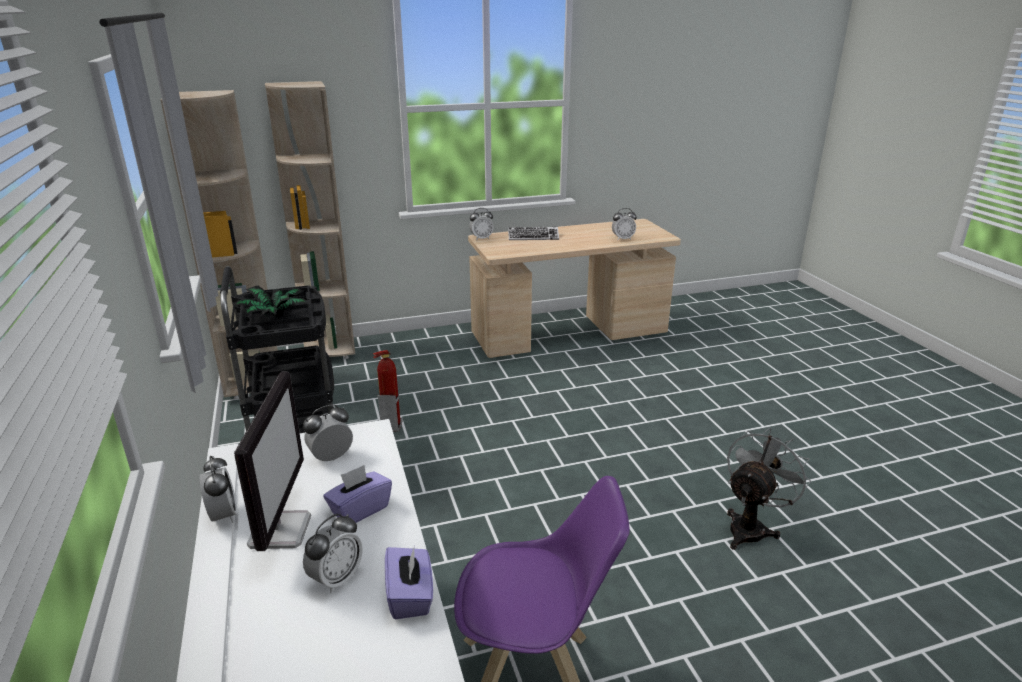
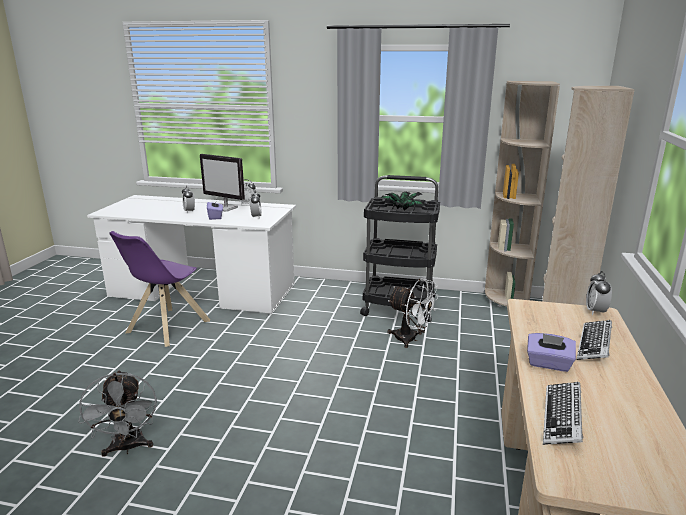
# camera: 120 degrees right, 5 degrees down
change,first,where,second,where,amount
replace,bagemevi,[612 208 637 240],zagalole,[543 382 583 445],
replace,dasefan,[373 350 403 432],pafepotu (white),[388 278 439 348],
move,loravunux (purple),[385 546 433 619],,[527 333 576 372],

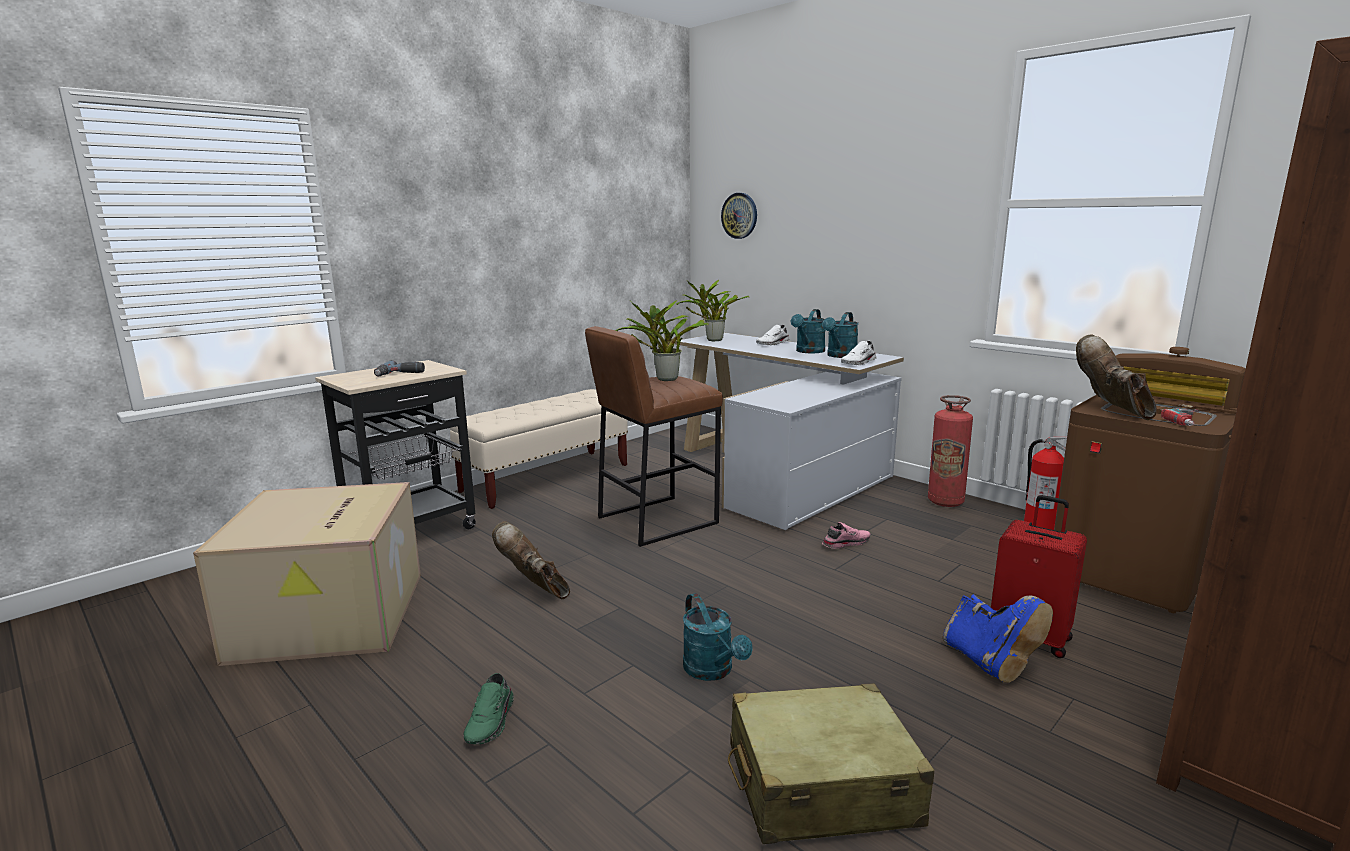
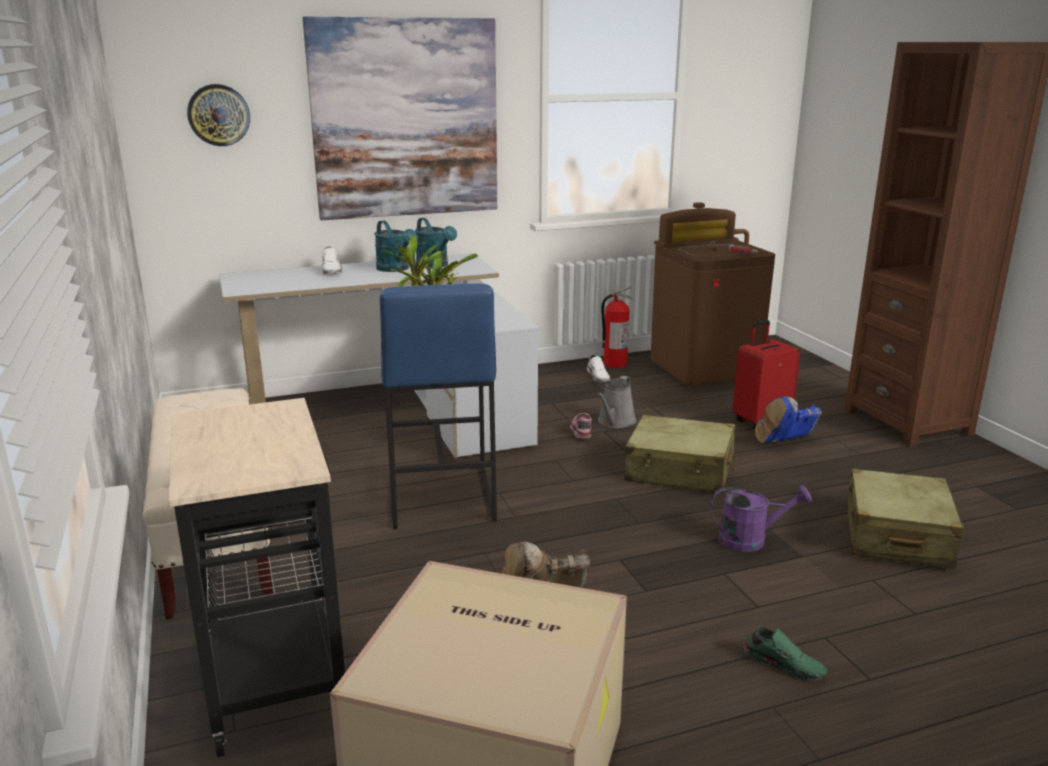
# camera: 65 degrees left, 5 degrees up
change,first,where,second,where,amount
delete,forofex,[676 280 750 341],,,
recolor,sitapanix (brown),[585 326 723 547],sitapanix (blue),[380 284 497 529],
delete,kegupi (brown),[1076 334 1157 420],,,
move,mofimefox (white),[841 341 877 365],,[587 354 611 382],
delete,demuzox,[374 360 425 377],,,
delete,dasefan,[928 395 973 507],,,
recolor,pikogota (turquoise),[683 593 752 681],pikogota (purple),[710 485 812 552],
rotate,kegupi (blue),[943 594 1053 683],,[755 397 822 443],150 degrees clockwise
insert,,,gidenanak,[303 17 497 220],
insert,,,pikogota (grey),[598 376 636 428],
insert,,,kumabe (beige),[625 415 736 493],

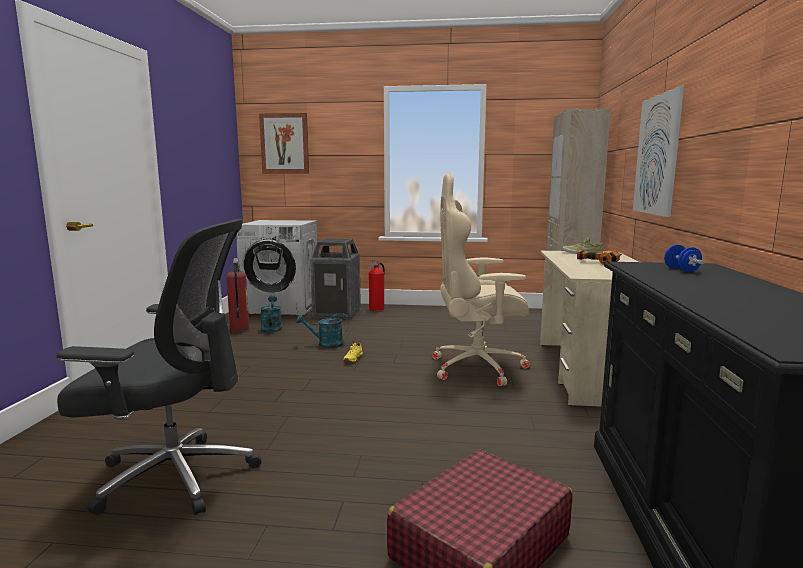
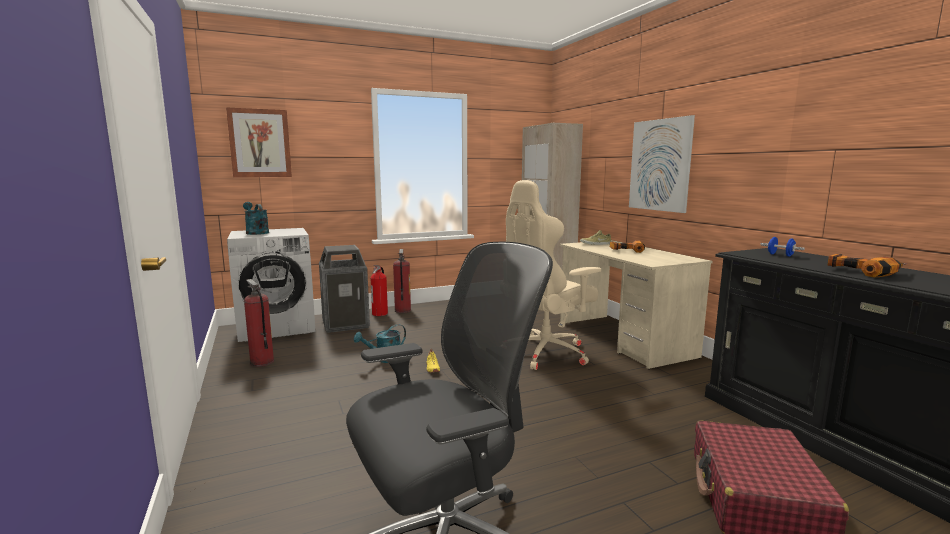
# camera: 30 degrees left, 0 degrees up
change,first,where,second,where,amount
move,pikogota (turquoise),[260 295 282 333],,[243 202 269 235],
insert,,,dasefan,[393 249 411 313],
insert,,,demuzox,[828 254 907 277],

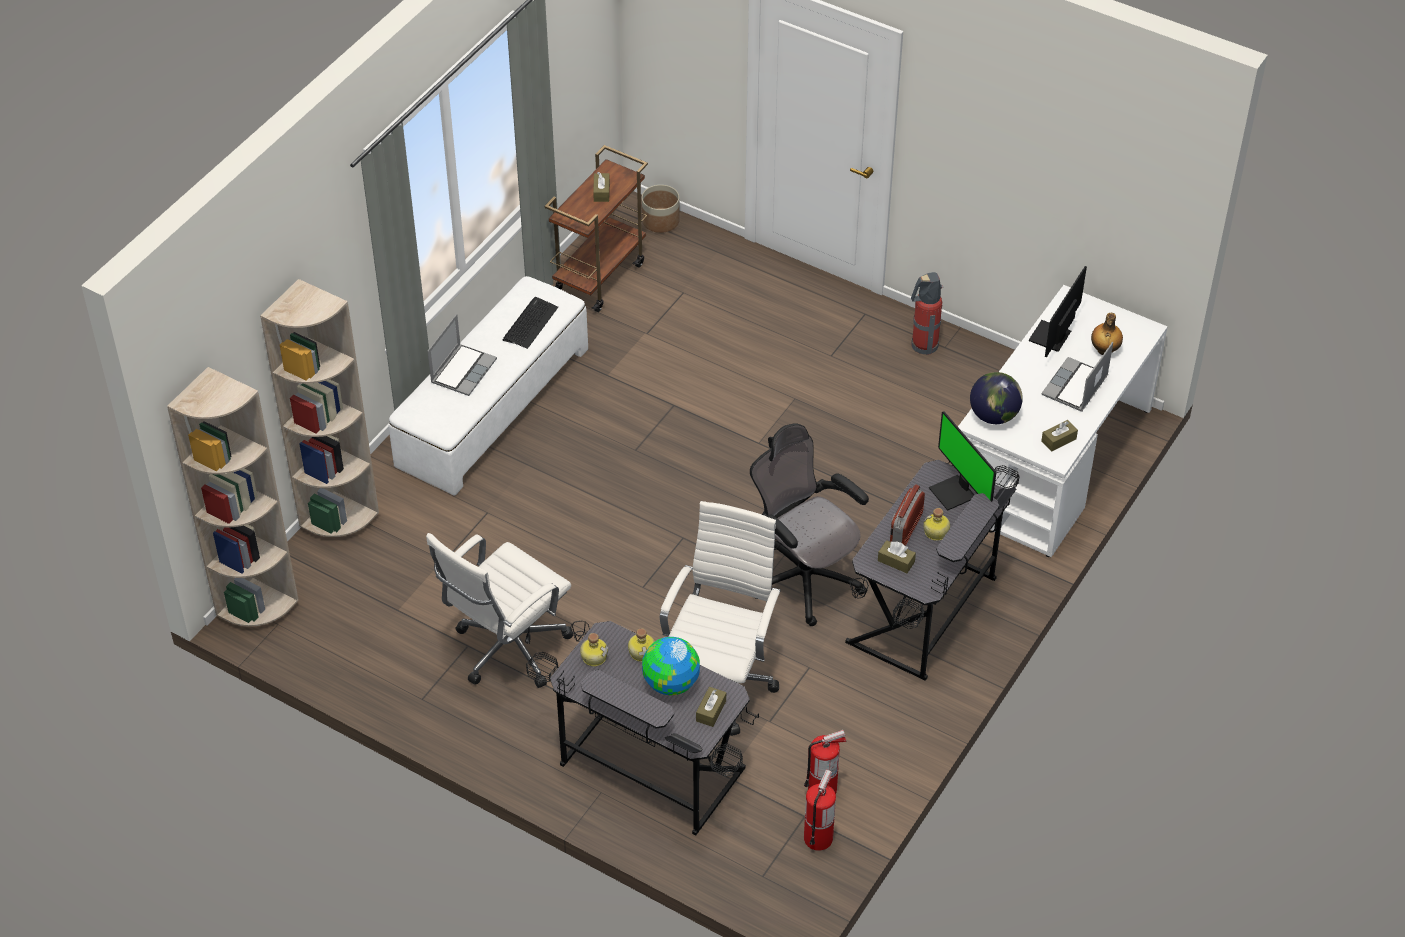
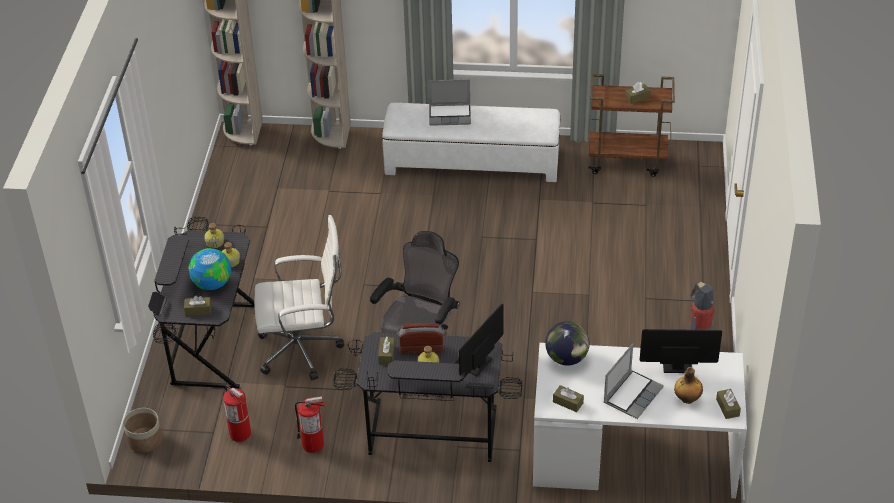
# camera: 65 degrees right, 5 degrees down
change,first,where,second,where,amount
move,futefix,[642 185 680 233],,[123 408 162 453],
delete,zagalole,[503 297 558 349],,,
rotate,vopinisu,[1041 342 1113 412],,[604 344 664 419],120 degrees clockwise
delete,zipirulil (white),[426 533 574 688],,,
move,dasefan,[804 770 836 851],,[295 396 325 453],
insert,,,loravunux (brown),[716 389 741 419],

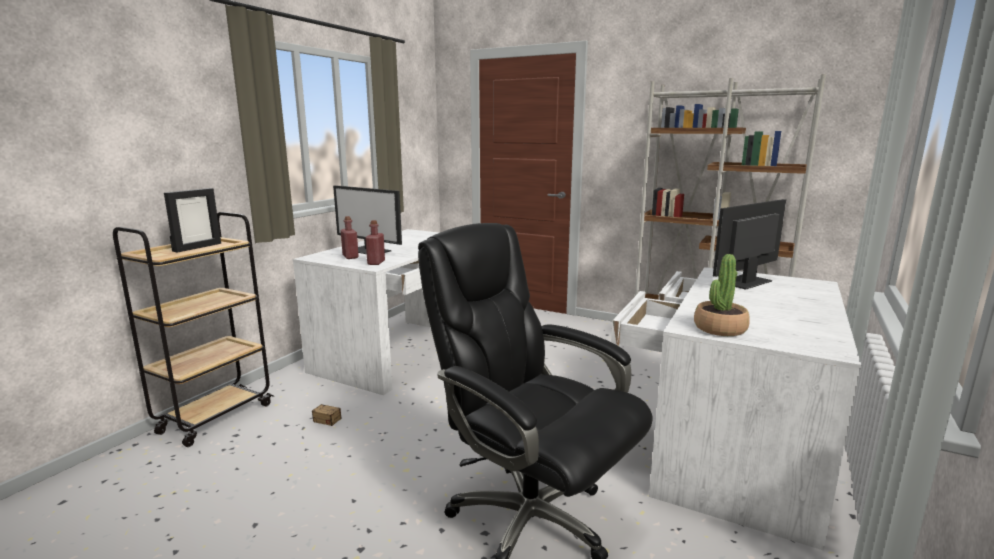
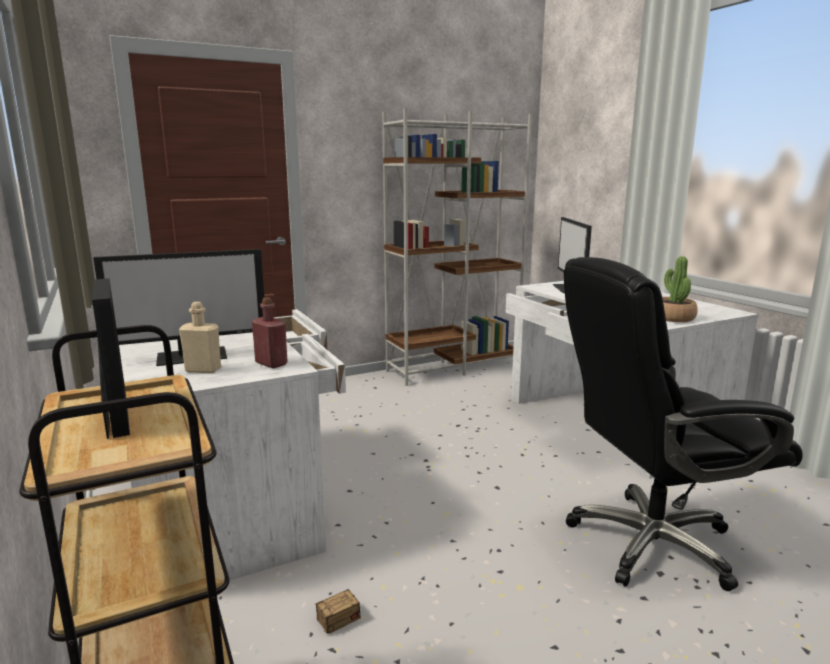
# camera: 55 degrees left, 0 degrees up
change,first,where,second,where,amount
recolor,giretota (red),[341 216 359 259],giretota (beige),[179 302 221 373],

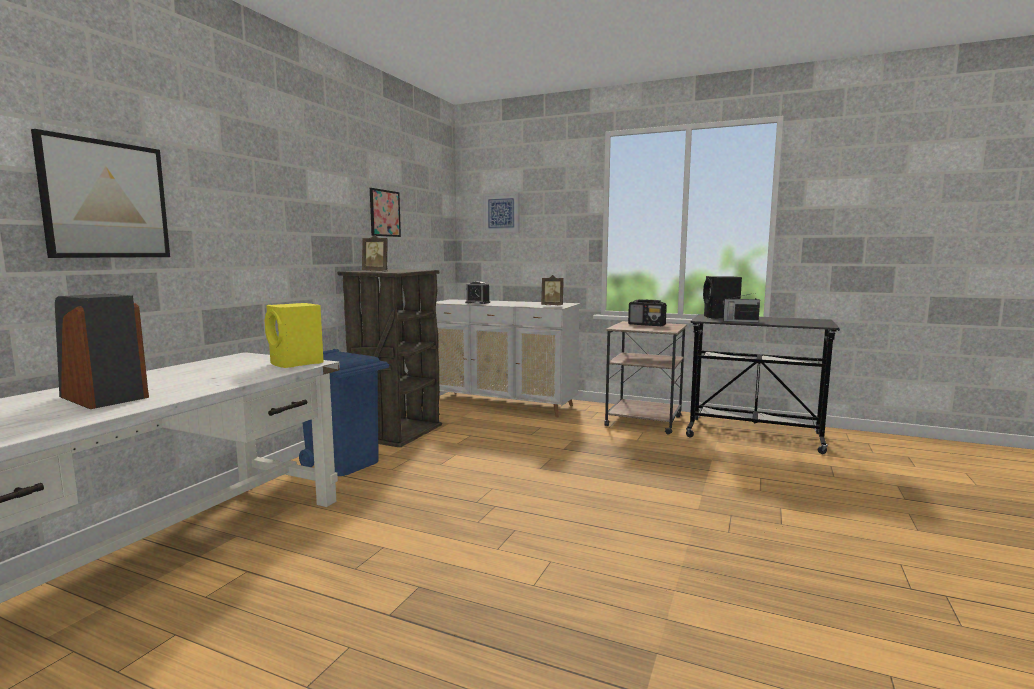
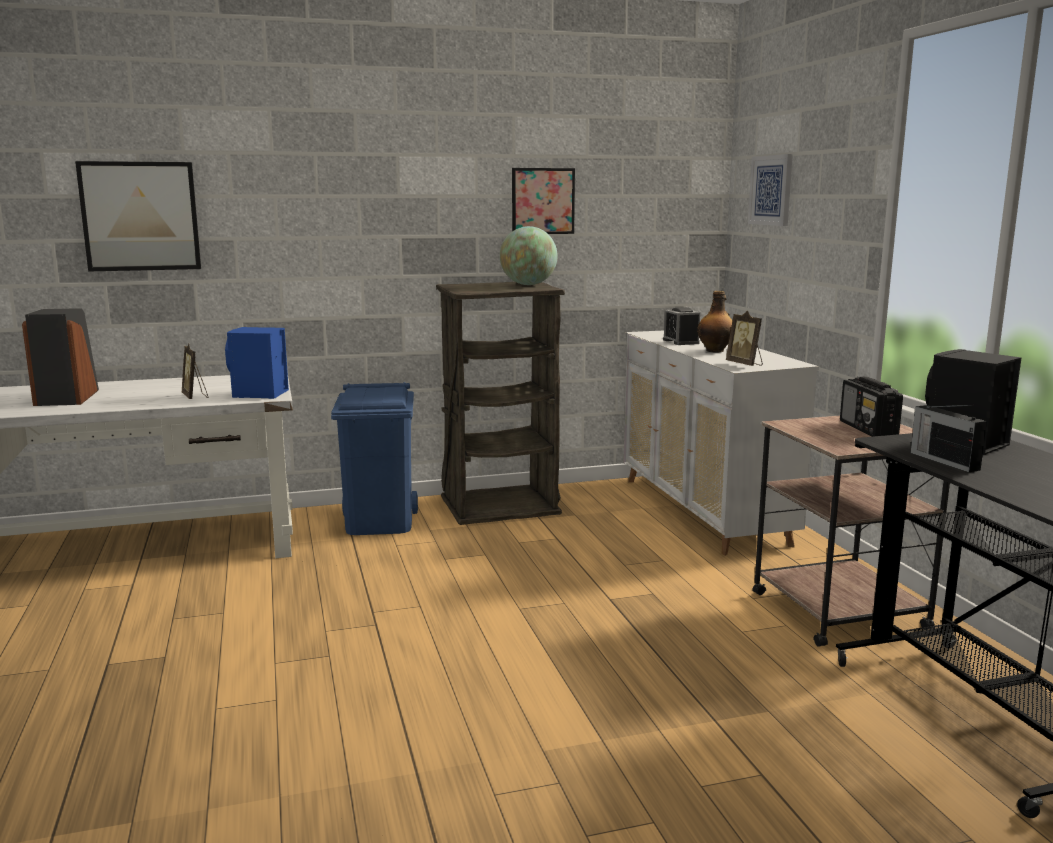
# camera: 50 degrees right, 5 degrees up
change,first,where,second,where,amount
move,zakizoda,[362 235 388 271],,[182 344 208 399],
recolor,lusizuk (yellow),[265 303 324 368],lusizuk (blue),[225 327 289 399],
insert,,,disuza,[500 226 558 285],
insert,,,giretota,[697 291 733 352],

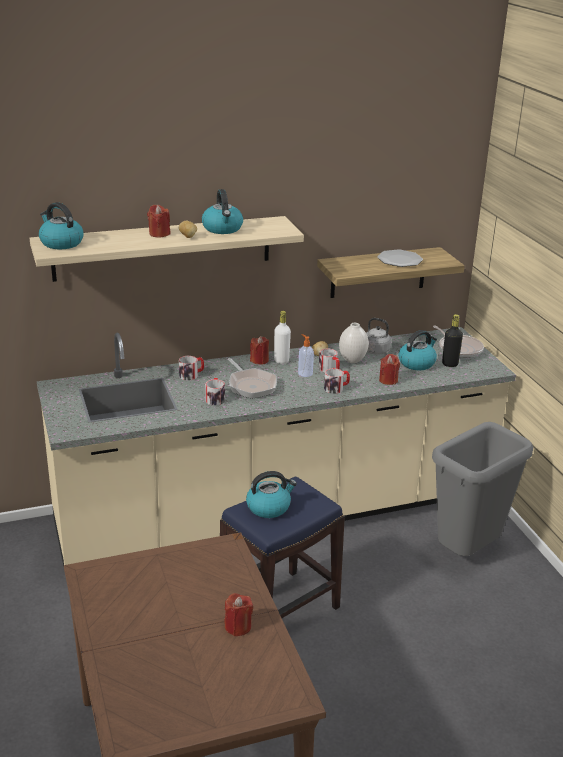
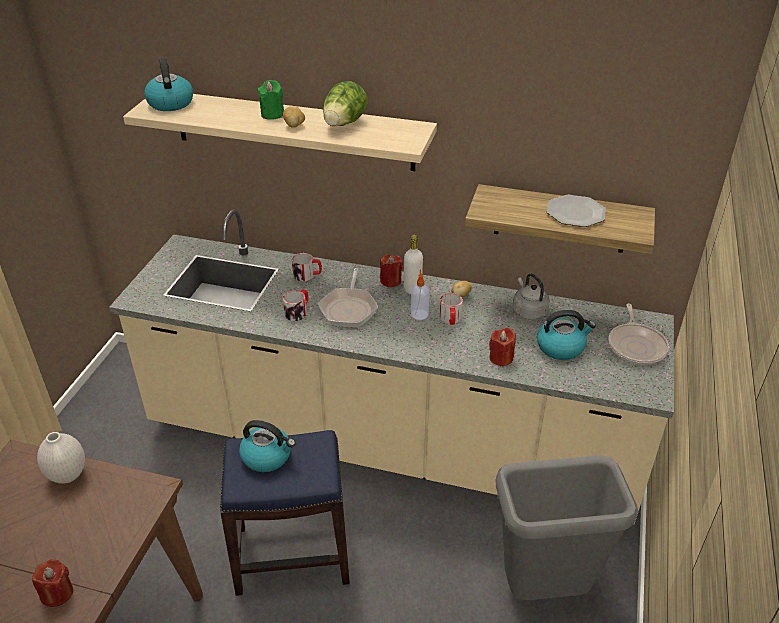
# camera: 35 degrees right, 10 degrees up
change,first,where,second,where,amount
replace,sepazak,[202 189 243 234],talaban,[323 81 368 126],
recolor,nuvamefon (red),[147 205 170 238],nuvamefon (green),[258 80 284 120],
delete,giretota (black),[442 314 463 367],,,
move,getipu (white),[339 323 369 363],,[37 432 85 484],
delete,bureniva,[324 368 350 394],,,

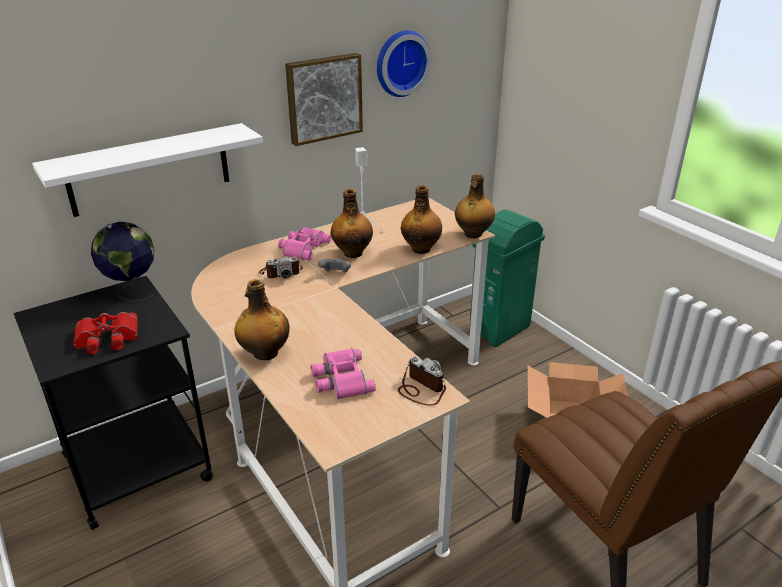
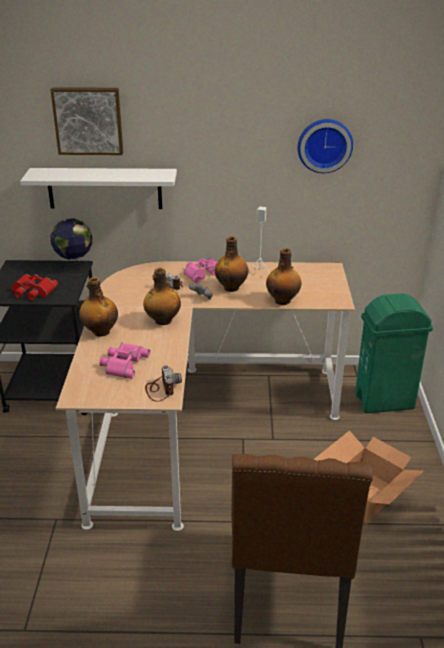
# camera: 35 degrees right, 0 degrees up
change,first,where,second,where,amount
move,gidenanak,[285 53 363 146],,[50 87 123 155],
move,giretota,[455 174 495 238],,[143 268 181 325],

